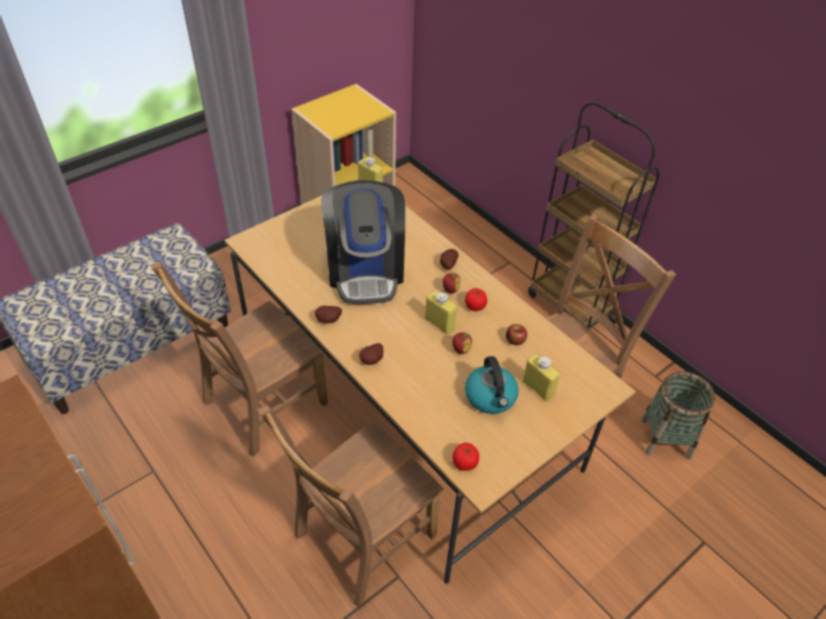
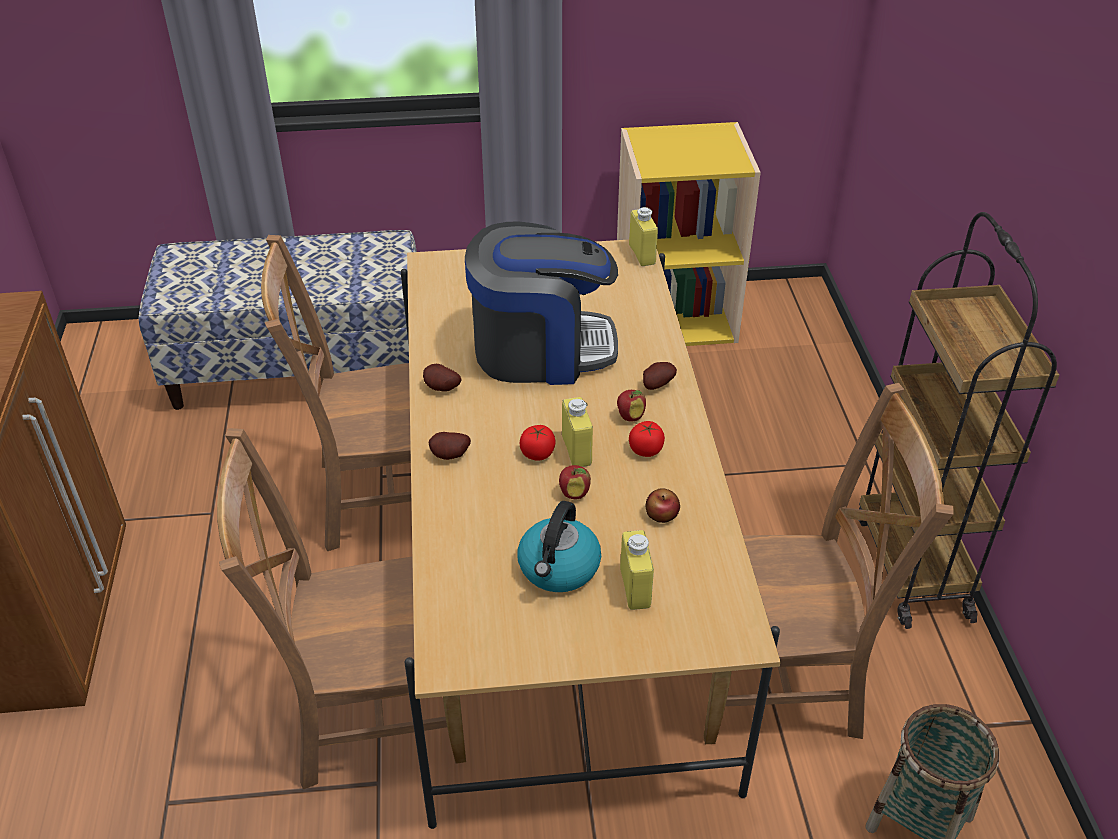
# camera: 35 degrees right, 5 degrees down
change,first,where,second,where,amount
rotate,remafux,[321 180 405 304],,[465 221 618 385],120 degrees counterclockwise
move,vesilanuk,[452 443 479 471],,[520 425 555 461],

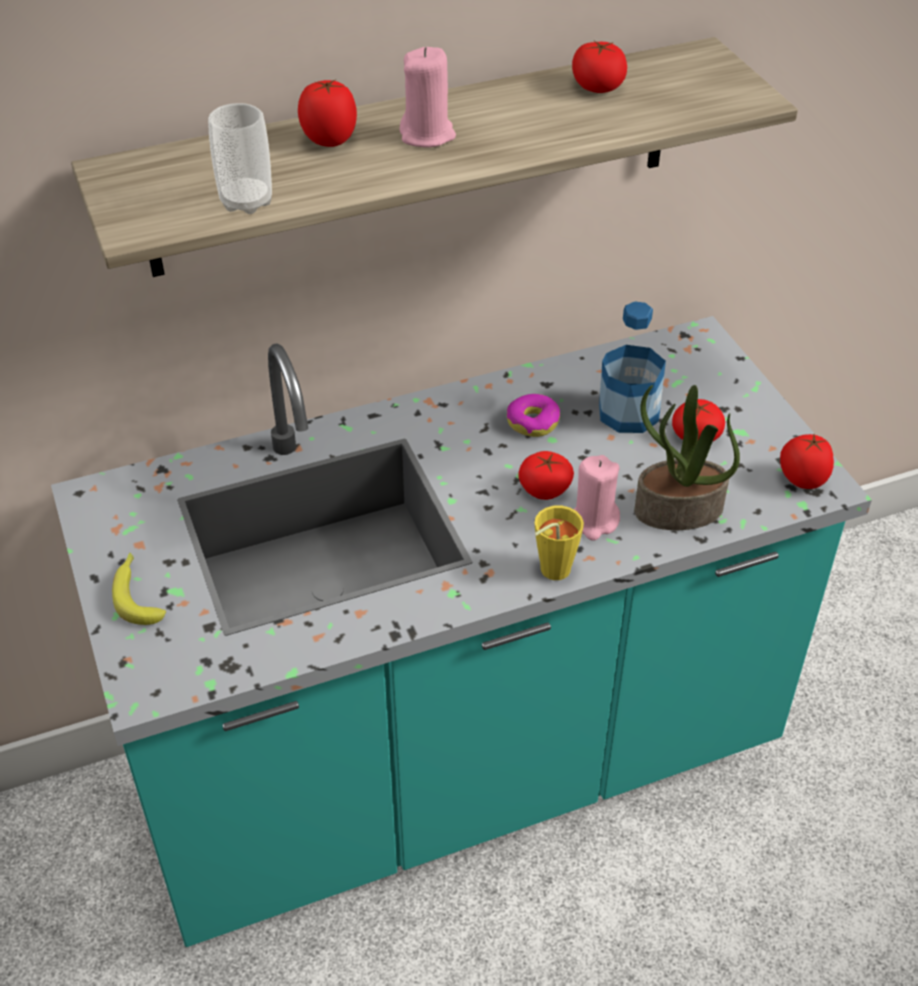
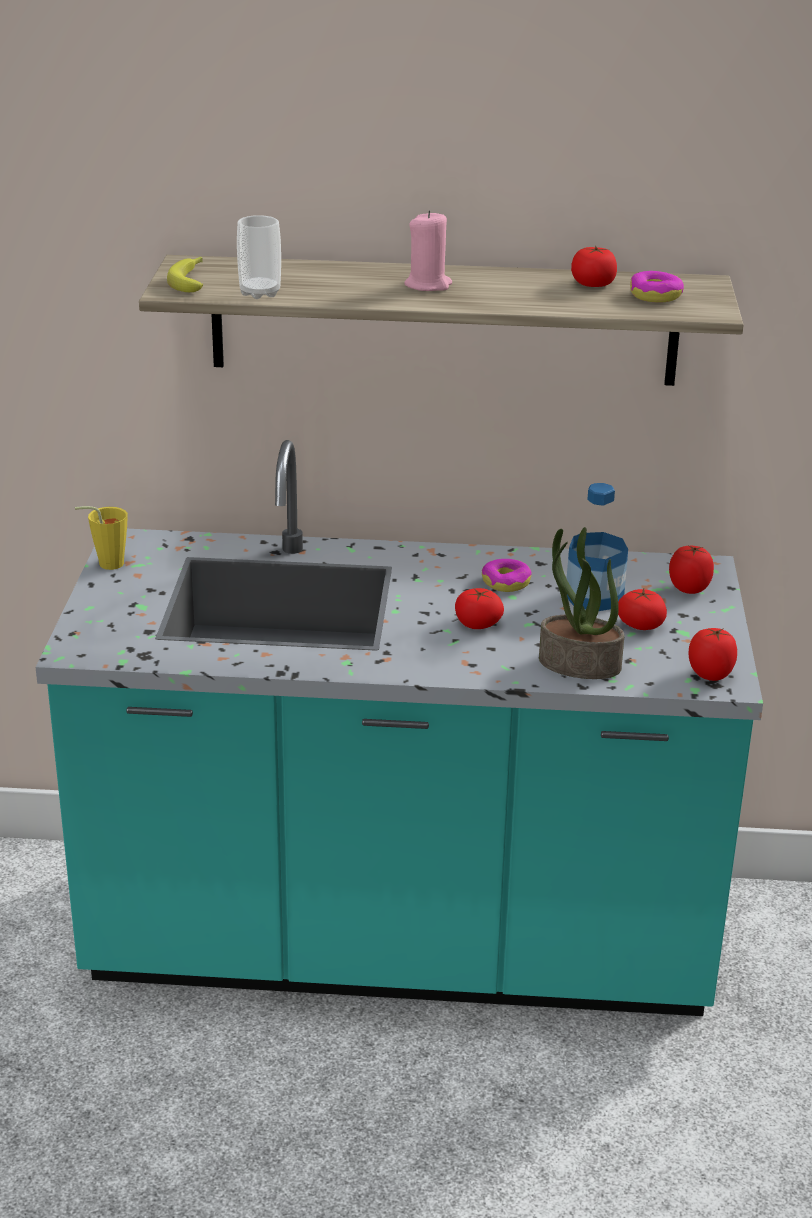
# camera: 25 degrees right, 15 degrees down
change,first,where,second,where,amount
move,vesilanuk,[298 80 357 147],,[669 546 714 594],
delete,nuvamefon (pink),[573 455 620 541],,,
move,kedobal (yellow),[535 506 584 580],,[75 506 128 570],
move,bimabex,[112 552 166 625],,[167 257 203 292],
insert,,,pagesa,[630 271 684 303],

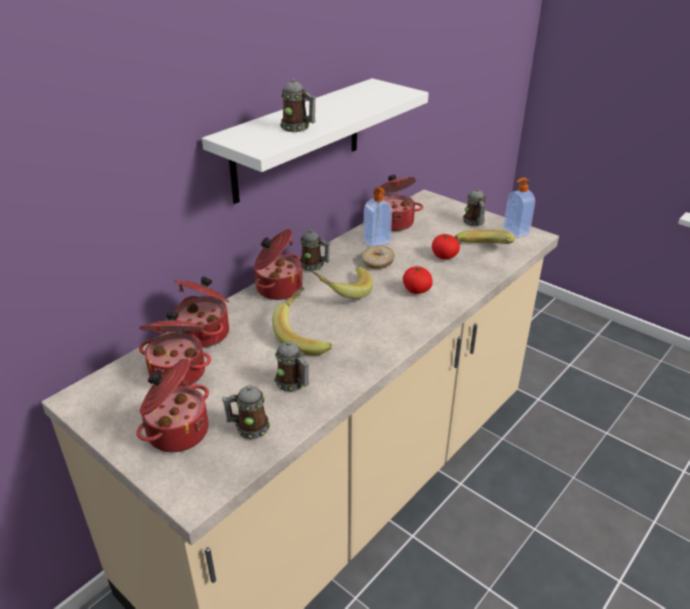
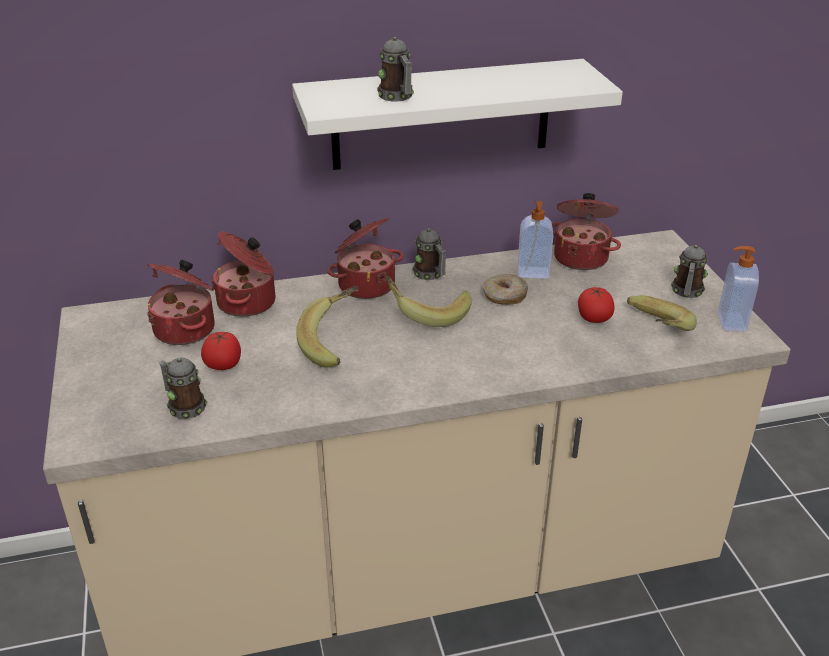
# camera: 35 degrees right, 0 degrees up
change,first,where,second,where,amount
move,vesilanuk,[403 266 433 294],,[201 332 241 370],
delete,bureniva,[274 341 309 392],,,
delete,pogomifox,[136 359 209 452],,,

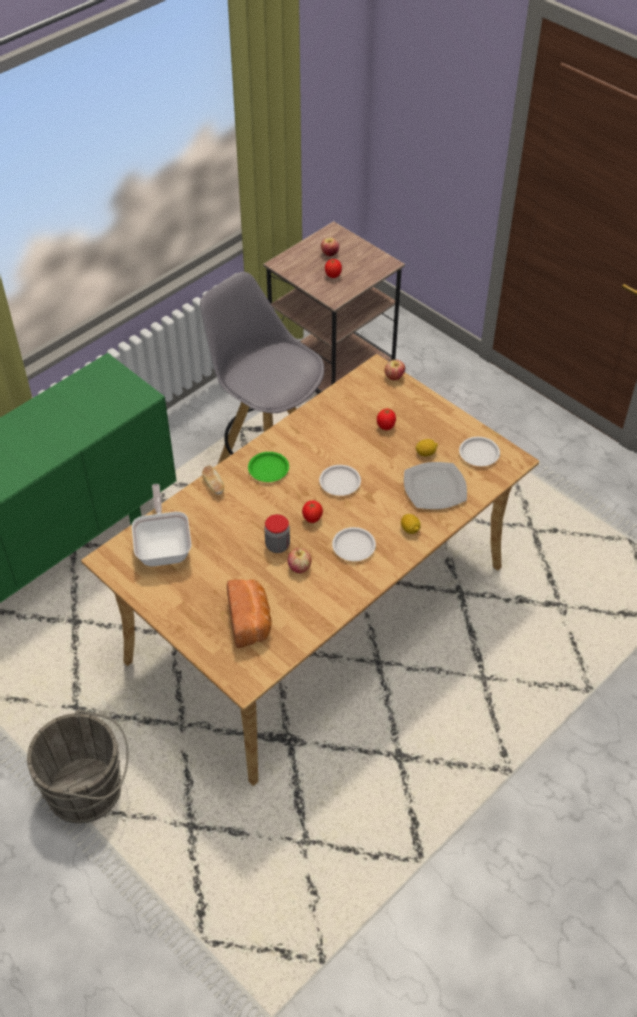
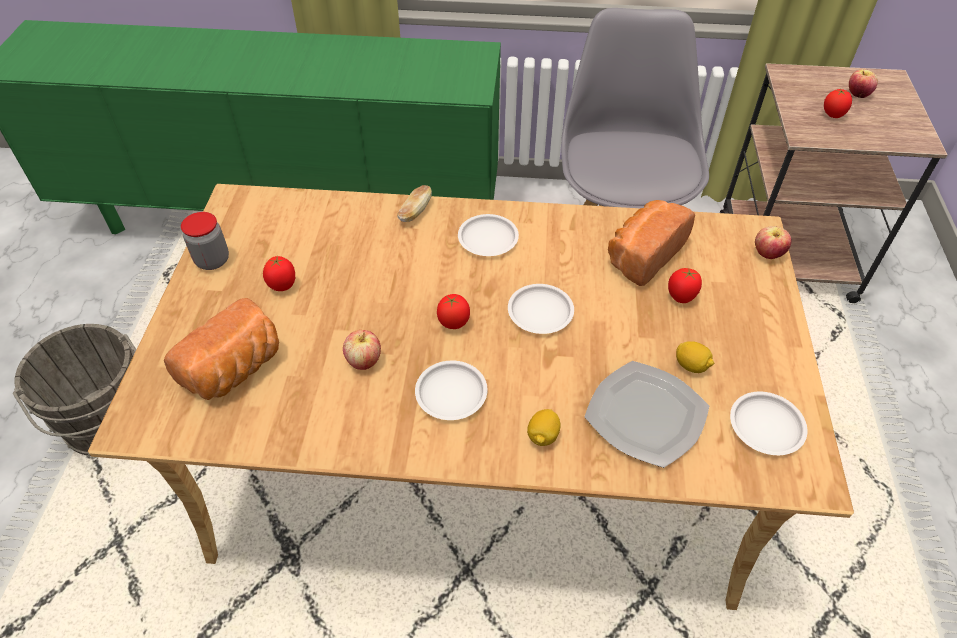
# camera: 50 degrees right, 0 degrees up
change,first,where,second,where,amount
recolor,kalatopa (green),[248 452 289 482],kalatopa (white),[458 214 519 256],
delete,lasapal,[132 484 191 567],,,
move,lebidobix,[264 514 290 553],,[181 212 229 270],
insert,,,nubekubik,[608 200 695 286],
insert,,,vesilanuk,[263 256 295 291],

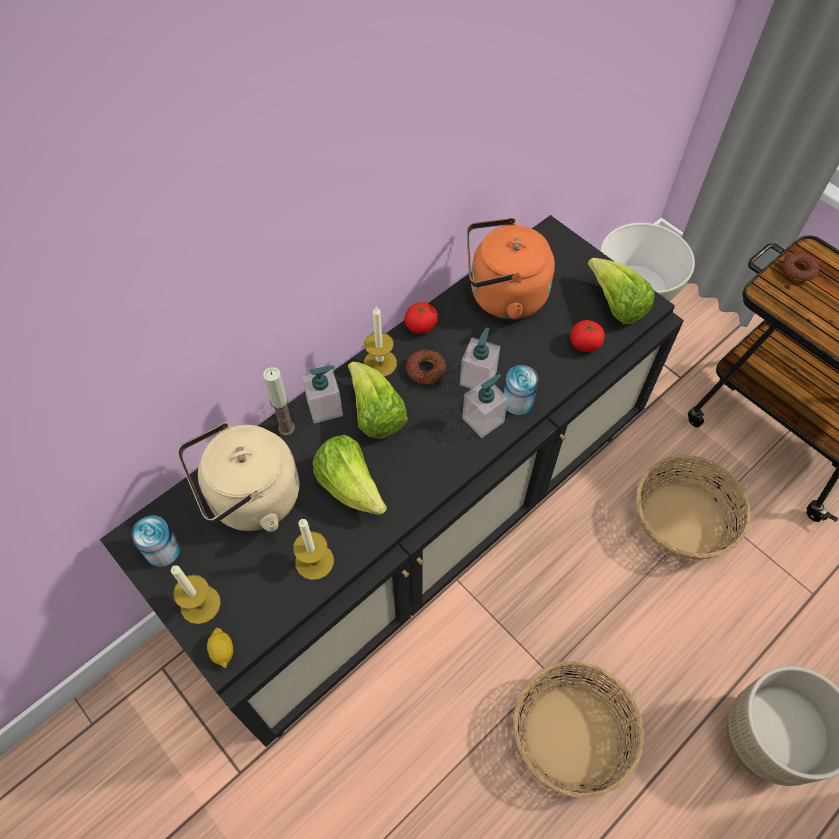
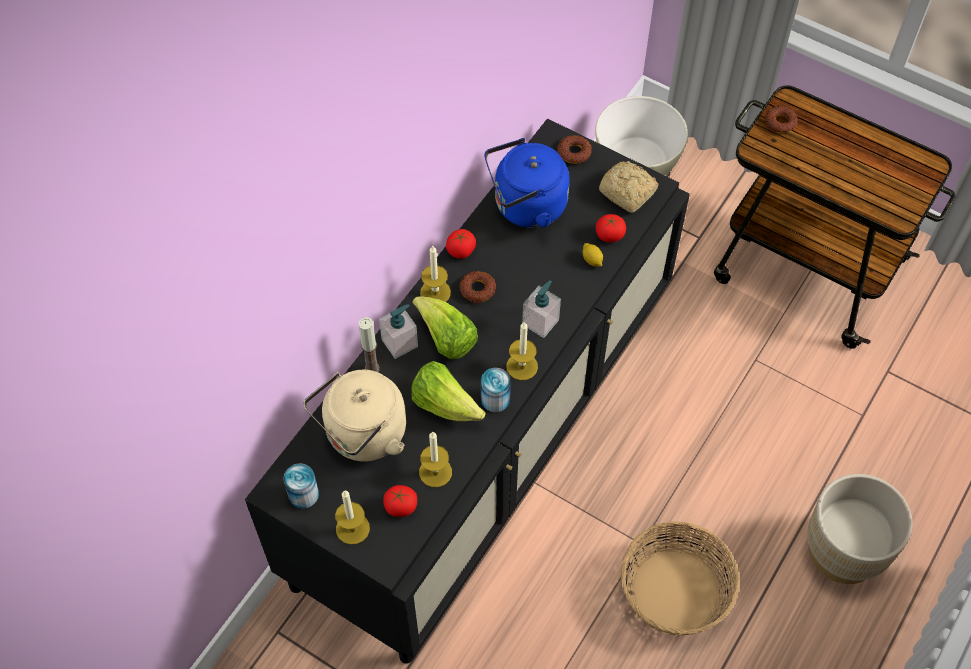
# camera: 15 degrees left, 0 degrees up
change,first,where,second,where,amount
recolor,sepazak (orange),[467 218 555 319],sepazak (blue),[484 138 570 228],
replace,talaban,[588 258 655 324],nubekubik,[599 161 659 213],
delete,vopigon,[460 328 500 389],,,
move,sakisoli,[504 365 539 415],,[481 368 511 412],
delete,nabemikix,[636 455 751 560],,,
move,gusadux,[207 627 233 668],,[582 243 603 267],
insert,,,pagesa,[558 135 592 164],
insert,,,nuvamefon,[506 322 538 380],
insert,,,vesilanuk,[383 485 417 517],

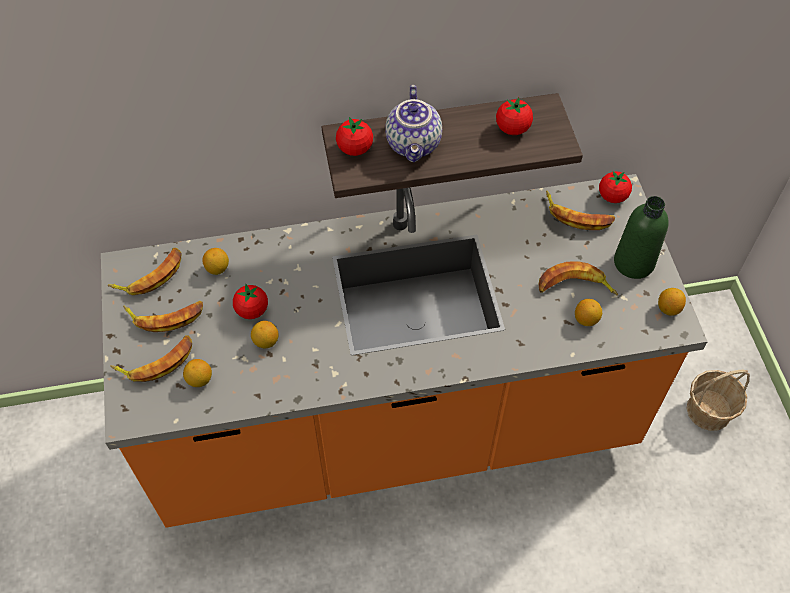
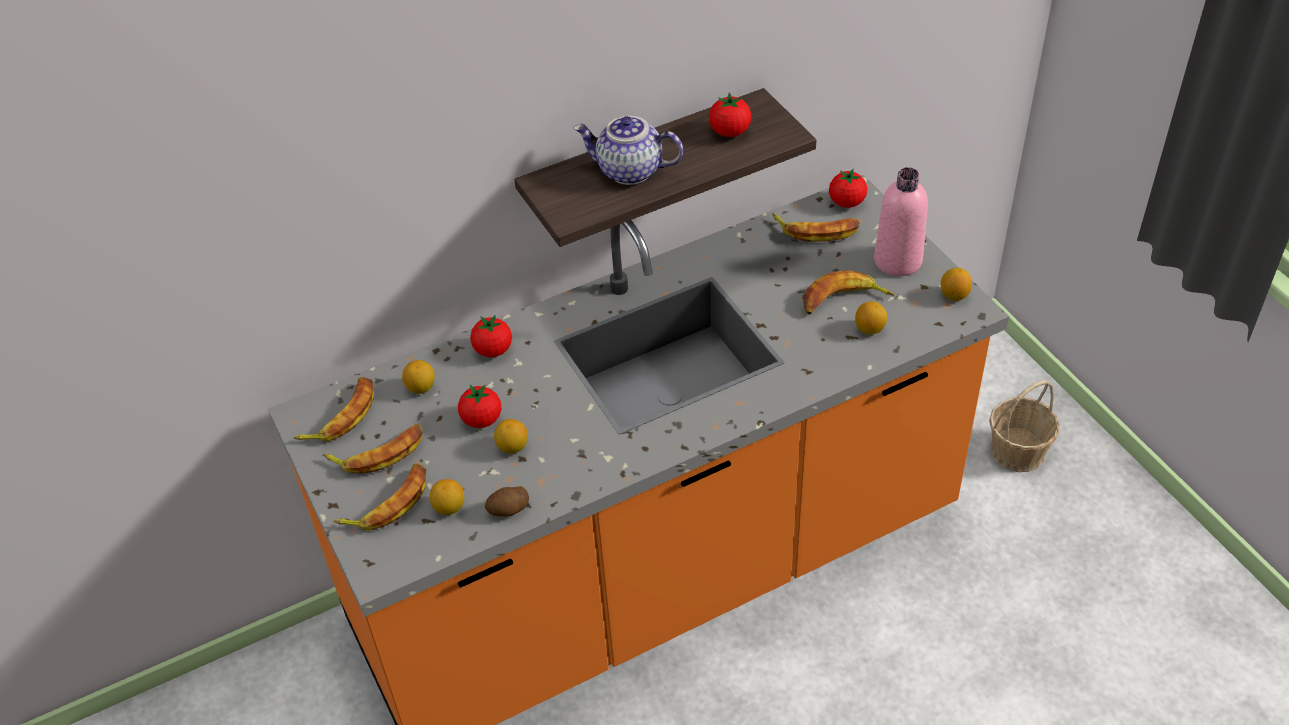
# camera: 15 degrees left, 10 degrees down
change,first,where,second,where,amount
rotate,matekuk,[385 85 442 162],,[573 116 683 185],120 degrees clockwise
move,vesilanuk,[336 117 373 156],,[470 315 512 357],
recolor,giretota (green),[614 196 669 279],giretota (pink),[874 167 928 276],
insert,,,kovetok,[485 486 529 517],

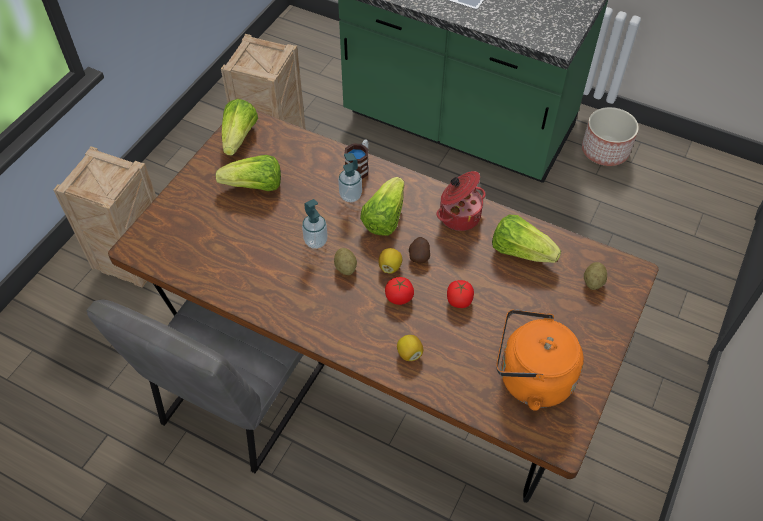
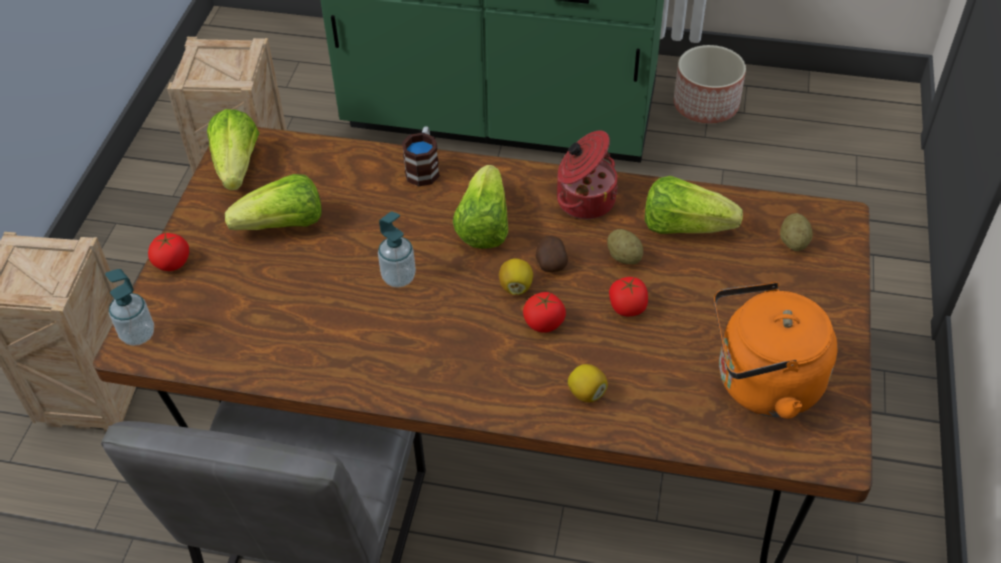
# camera: 15 degrees left, 5 degrees down
change,first,where,second,where,amount
move,vopigon,[338 153 362 202],,[105 269 154 346],
move,kovetok,[334 248 357 275],,[607 229 643 264],
insert,,,vesilanuk,[148 233 189 271],

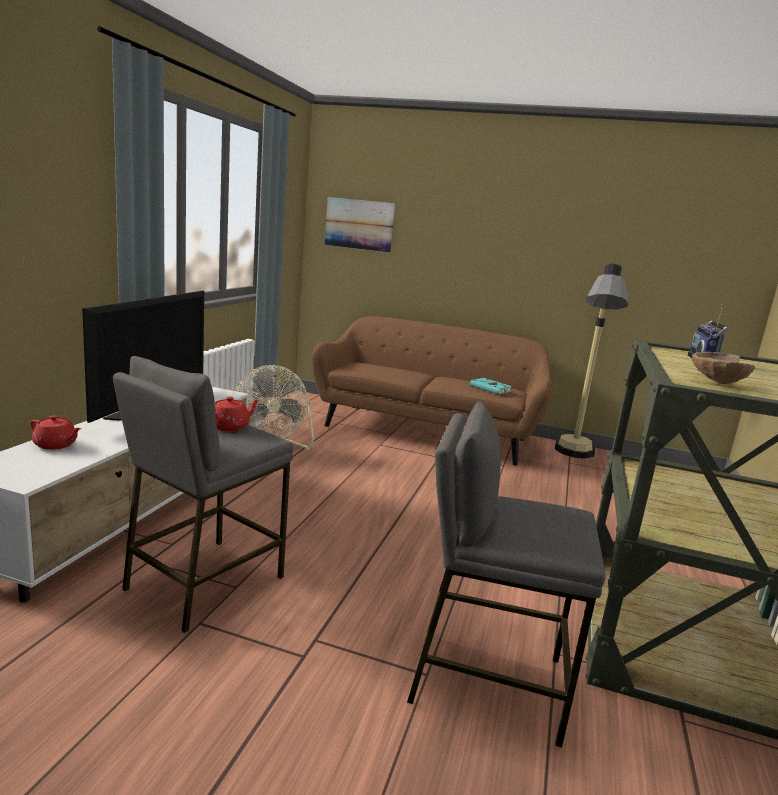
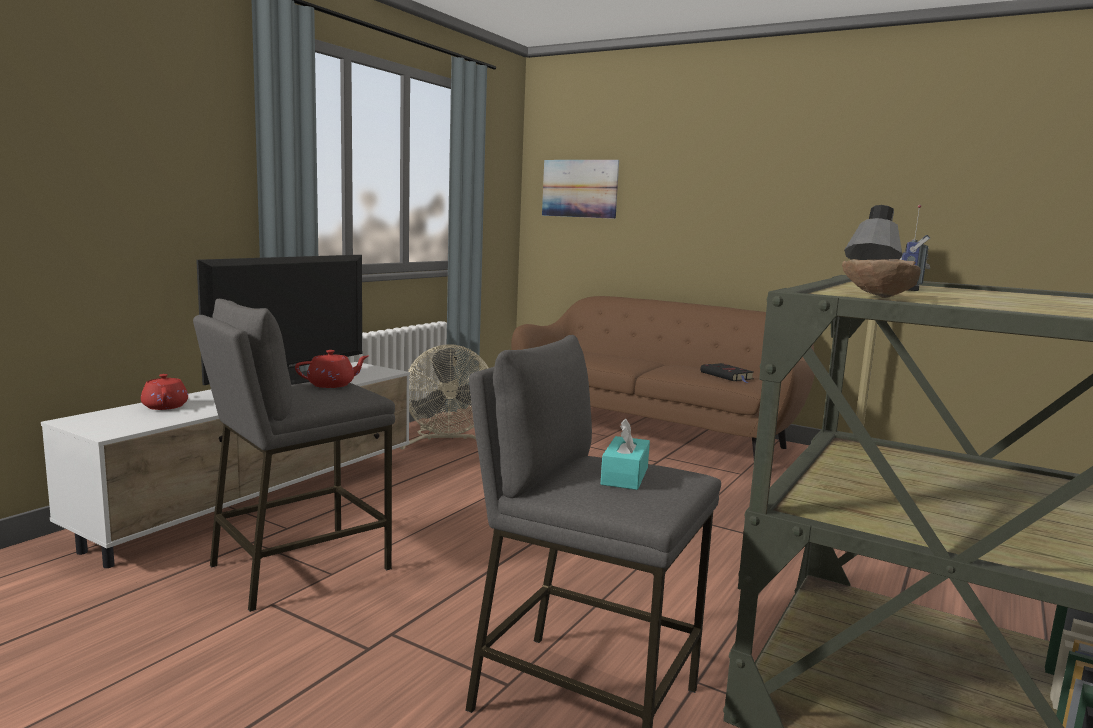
# camera: 15 degrees right, 5 degrees down
change,first,where,second,where,amount
recolor,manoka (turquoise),[470 378 512 396],manoka (black),[700 363 753 383],
rotate,matekuk (red),[30 415 81 450],,[141 374 188 410],150 degrees counterclockwise
insert,,,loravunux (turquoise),[601 419 650 490],

